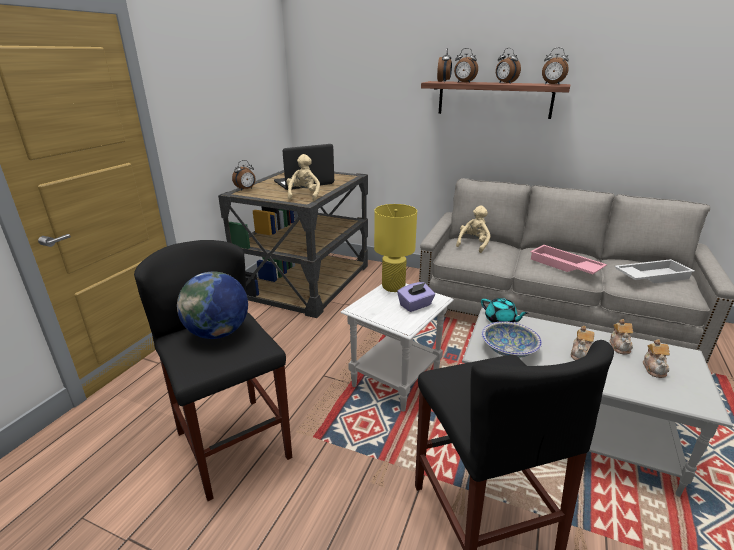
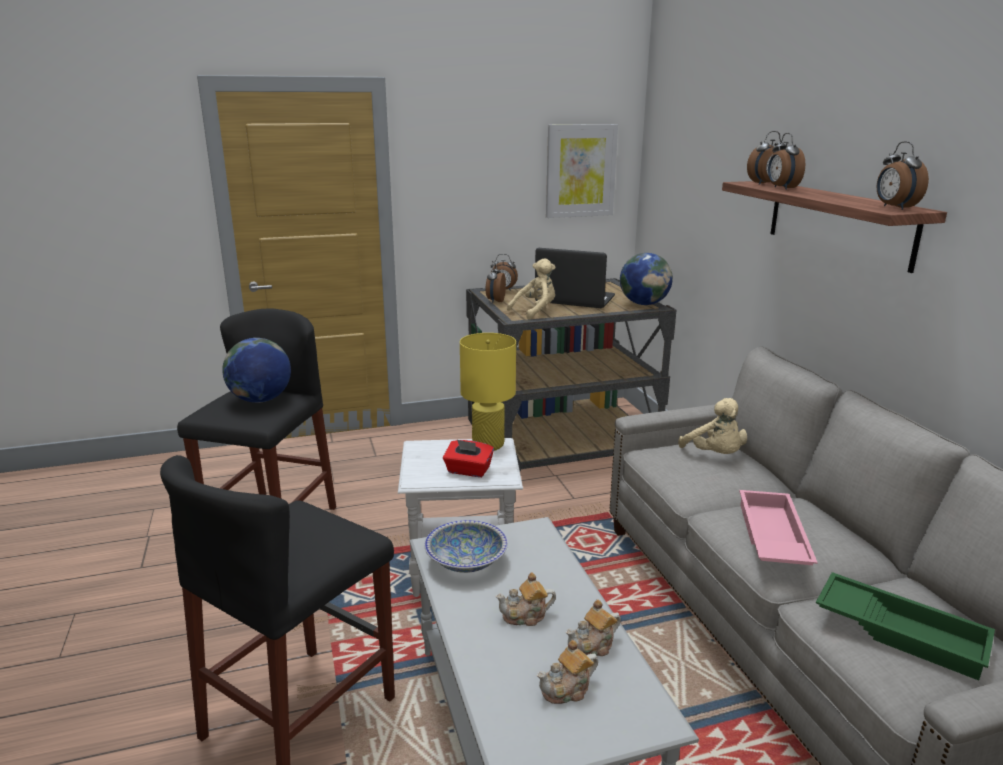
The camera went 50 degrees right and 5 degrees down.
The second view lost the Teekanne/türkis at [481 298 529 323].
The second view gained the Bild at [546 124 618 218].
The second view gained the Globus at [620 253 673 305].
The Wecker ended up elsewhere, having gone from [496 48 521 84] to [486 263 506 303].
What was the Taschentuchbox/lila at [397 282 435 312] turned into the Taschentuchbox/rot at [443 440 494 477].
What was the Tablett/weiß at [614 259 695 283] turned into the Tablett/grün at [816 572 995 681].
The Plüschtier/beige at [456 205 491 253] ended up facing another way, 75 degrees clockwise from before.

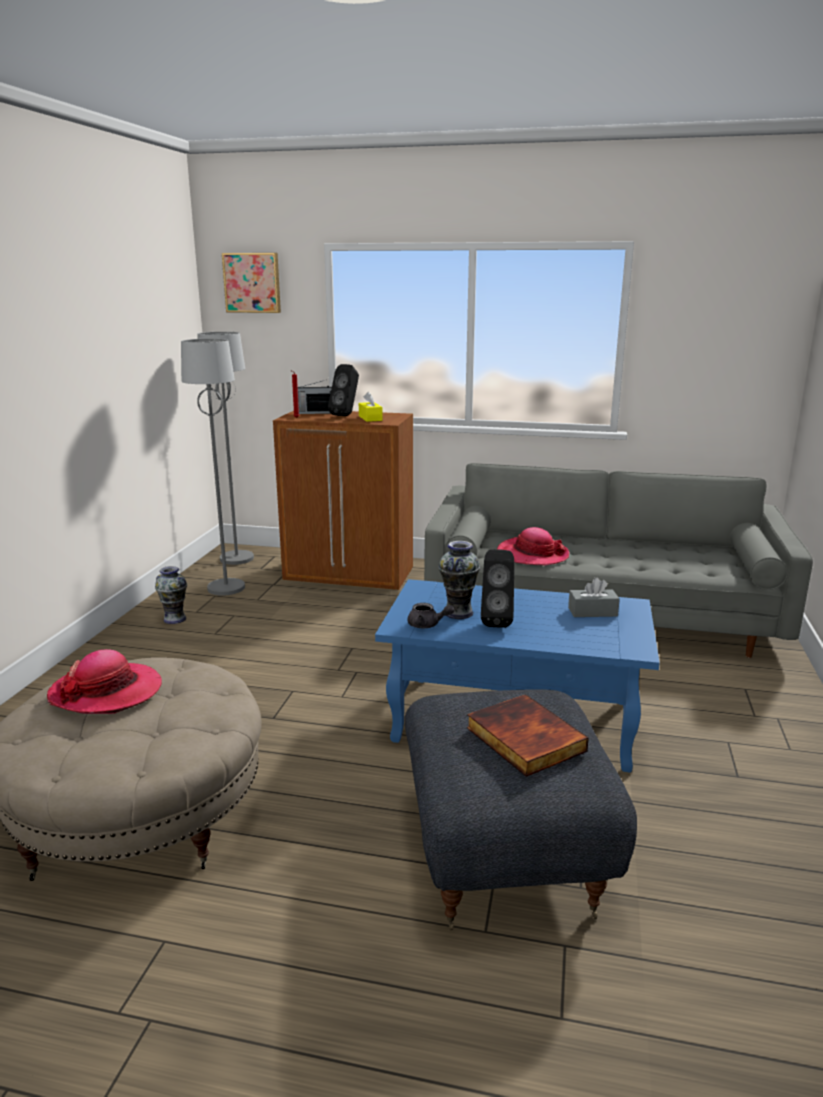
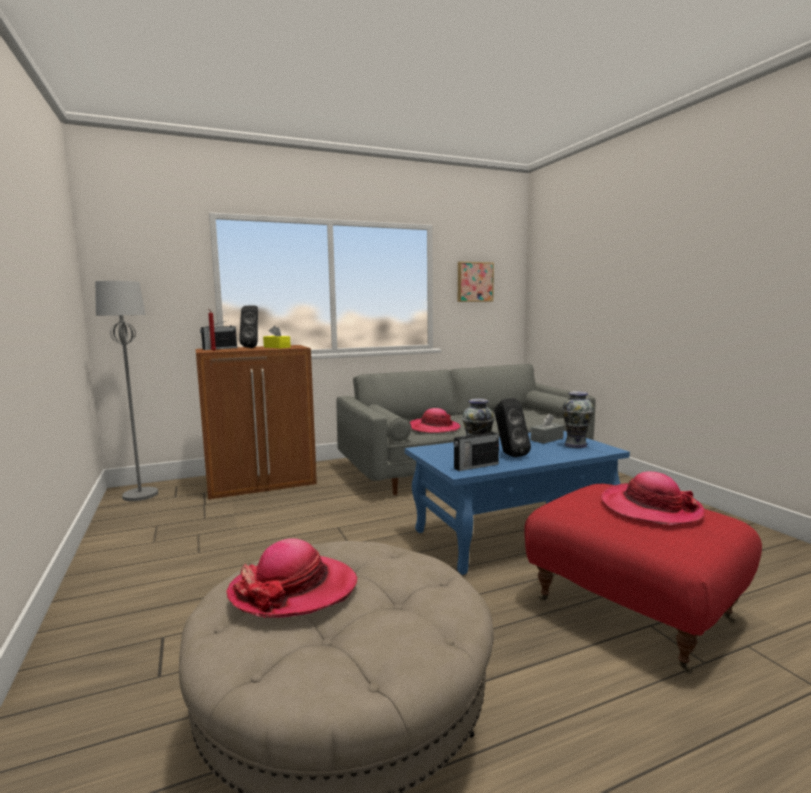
The camera went 35 degrees left and 10 degrees down.
The second view lost the Stehlampe/grau at [181 339 245 596].
The Vase ended up elsewhere, having gone from [155 566 187 624] to [562 391 594 448].
The Bild ended up elsewhere, having gone from [222 253 281 313] to [458 262 494 302].
Where the Teekanne/grau stood at [408 603 454 628], the Radio came to stand at [453 425 499 471].
Where the Buch stood at [467 694 589 777], the Hut came to stand at [601 472 705 525].
What was the Polsterhocker/grau at [405 690 637 930] turned into the Polsterhocker/rot at [524 484 762 674].

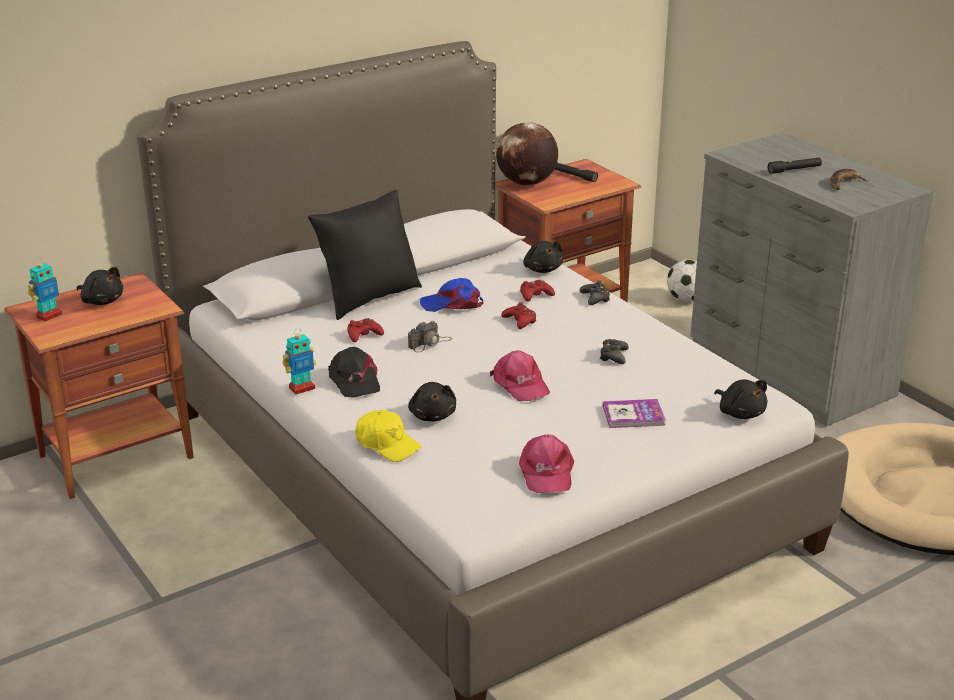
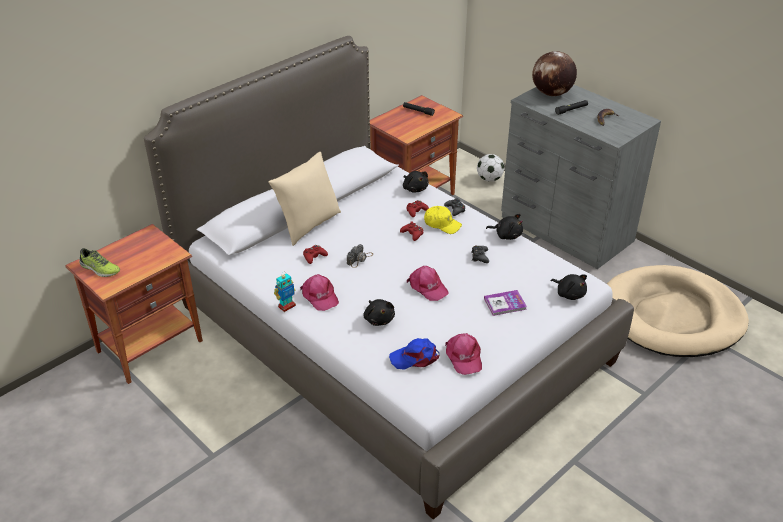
The camera went 10 degrees left and 10 degrees up.
The Plüschtier/schwarz ended up elsewhere, having gone from [77 267 123 305] to [486 214 523 240].
The Kappe/gelb ended up elsewhere, having gone from [355 410 421 462] to [424 206 462 234].
The Kappe/blau ended up elsewhere, having gone from [420 278 484 312] to [389 338 440 370].
The Globus ended up elsewhere, having gone from [496 122 558 186] to [532 51 577 96].
Where the Spielzeugroboter stood at [28 258 62 322], the Schuh came to stand at [79 248 120 277].
What was the Kissen/schwarz at [308 190 422 320] turned into the Kissen/beige at [268 152 341 246].
What was the Kappe/schwarz at [328 347 380 398] turned into the Kappe/rosa at [300 274 339 311].

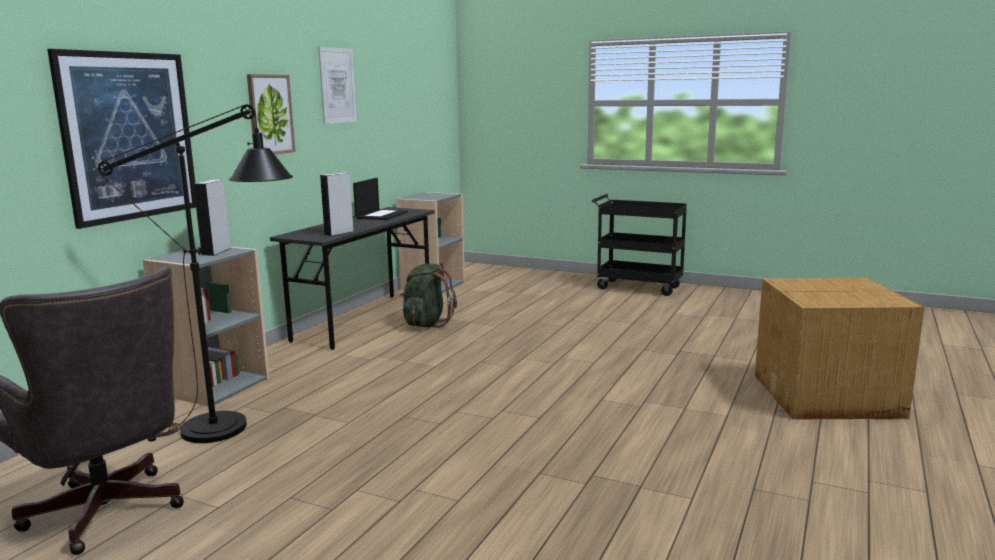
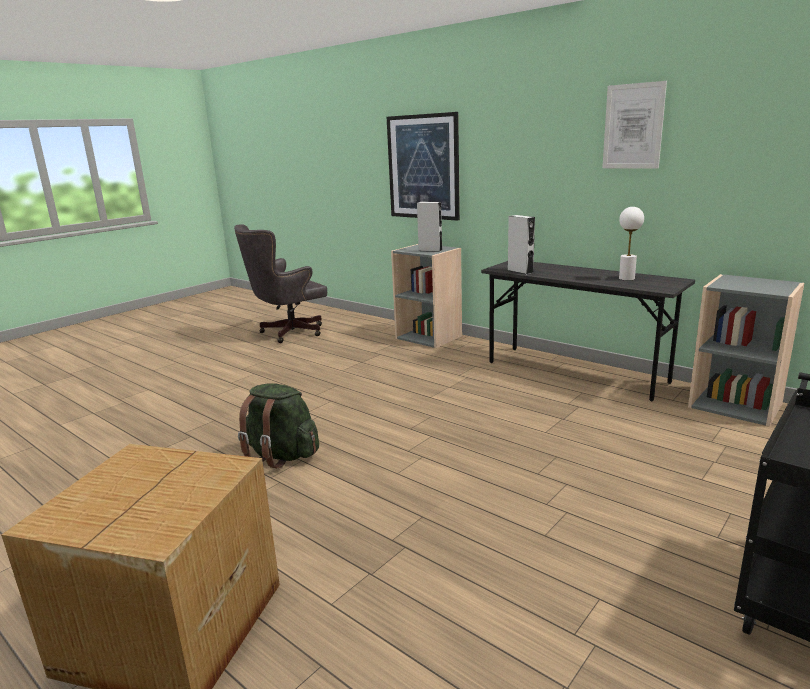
The camera went 105 degrees right and 5 degrees up.
The second view lost the Stehlampe/schwarz at [98 104 293 443].
The second view lost the Bild at [247 74 295 154].
The Rucksack/grün ended up elsewhere, having gone from [400 264 457 328] to [238 383 319 469].
Where the Laptop stood at [353 178 408 220], the Tischlampe/weiß came to stand at [619 207 644 281].

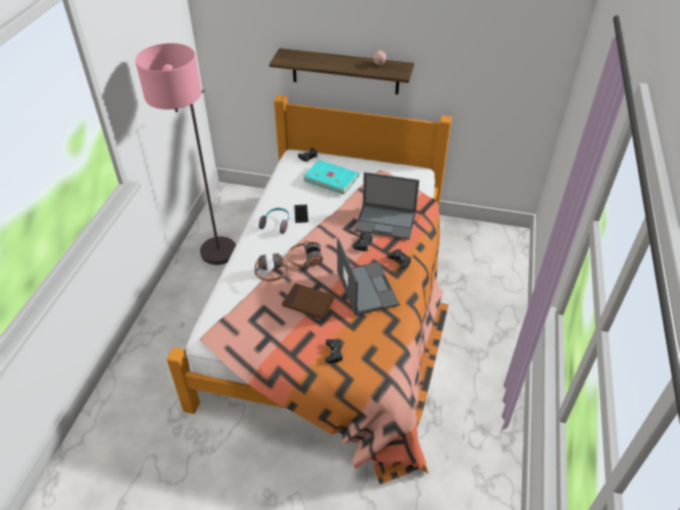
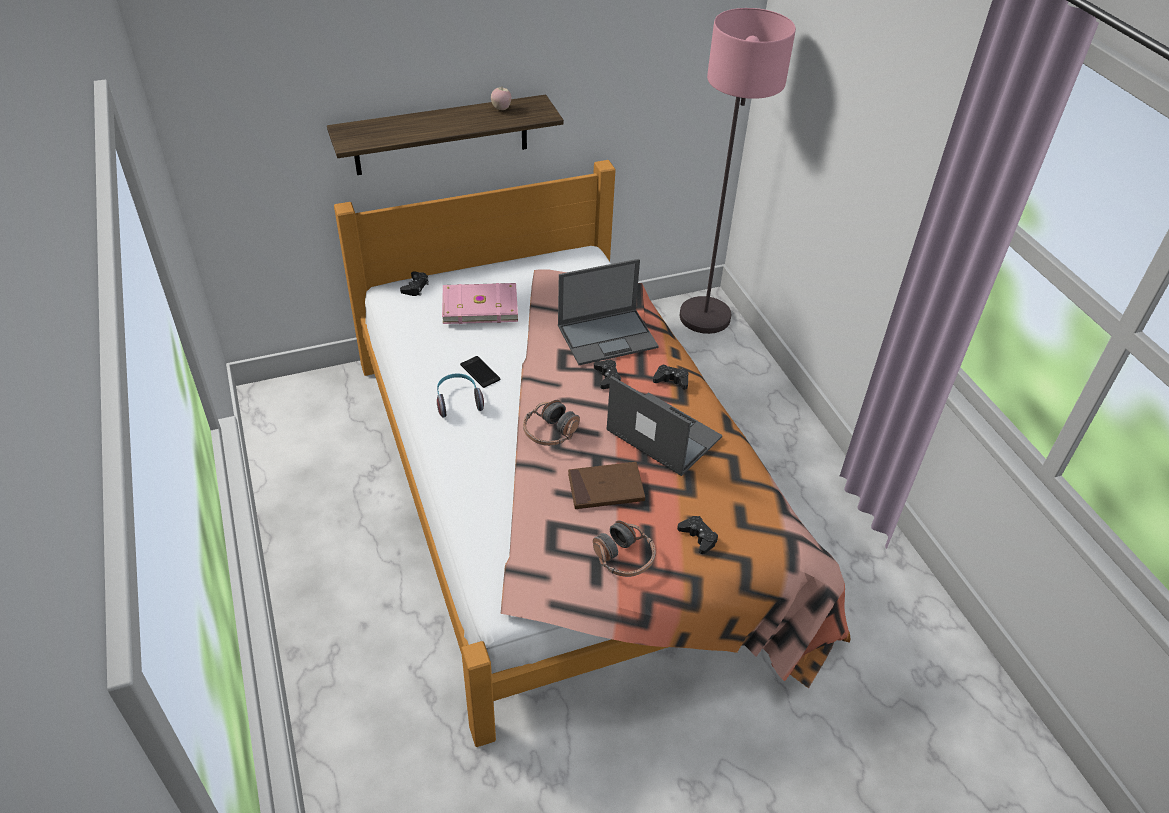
The camera went 35 degrees left and 0 degrees up.
The Stehlampe/rosa ended up elsewhere, having gone from [135 43 236 265] to [680 8 796 334].
The Kopfhörer ended up elsewhere, having gone from [254 253 288 281] to [593 520 656 577].
What was the Buch/türkis at [303 160 359 195] turned into the Buch/rosa at [442 283 518 324].

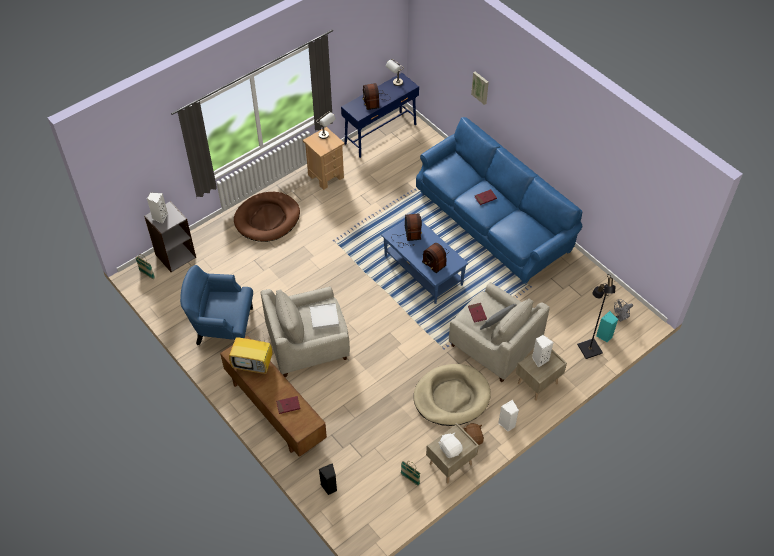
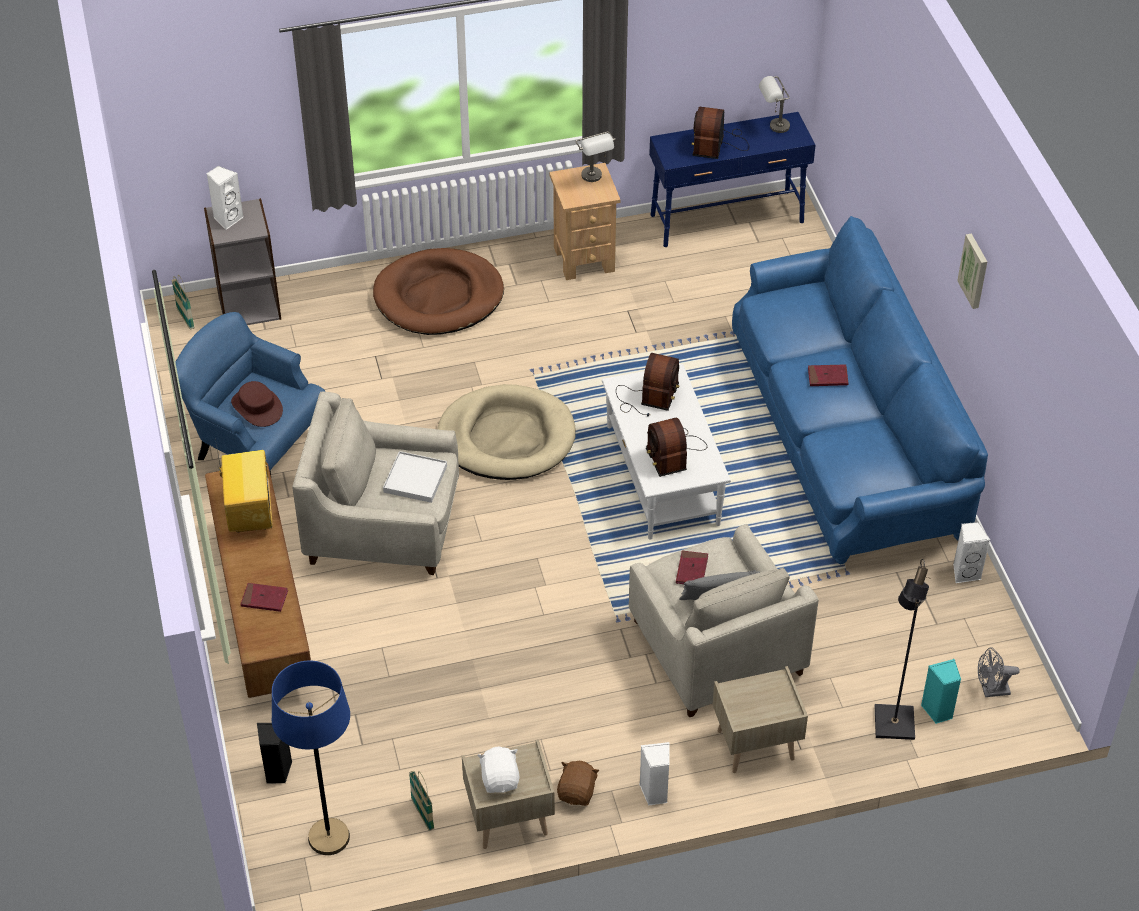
The camera went 25 degrees right and 5 degrees down.
The second view gained the Hut/braun at [231 381 283 427].
The second view gained the Stehlampe/blau at [272 661 350 855].
The Hundebett/beige ended up elsewhere, having gone from [414 364 491 426] to [438 384 576 480].
The Bild ended up elsewhere, having gone from [471 72 489 105] to [957 233 987 309].
The Lautsprecher/weiß ended up elsewhere, having gone from [532 335 554 368] to [953 522 990 583].
What was the Couchtisch/blau at [381 220 468 304] turned into the Couchtisch/weiß at [602 364 731 540].
The Fernseher at [229 329 273 374] ended up facing another way, 135 degrees counterclockwise from before.

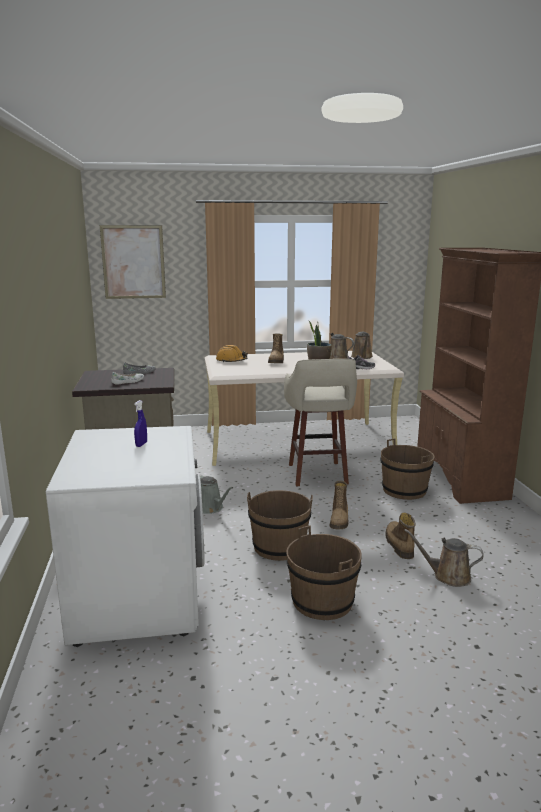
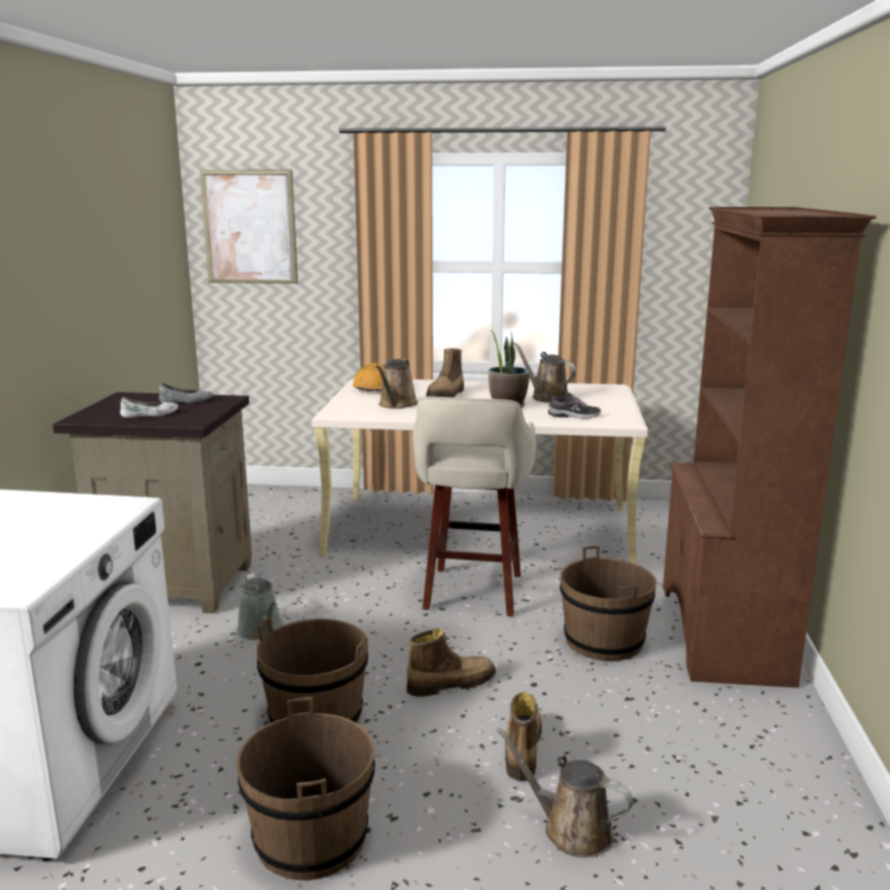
The camera went 15 degrees right and 0 degrees up.
The second view lost the Sprühflasche/blau at [134 400 147 447].
The Gießkanne/braun ended up elsewhere, having gone from [351 332 373 359] to [376 359 418 409].
The Stiefel at [330 481 348 529] ended up facing another way, 135 degrees counterclockwise from before.

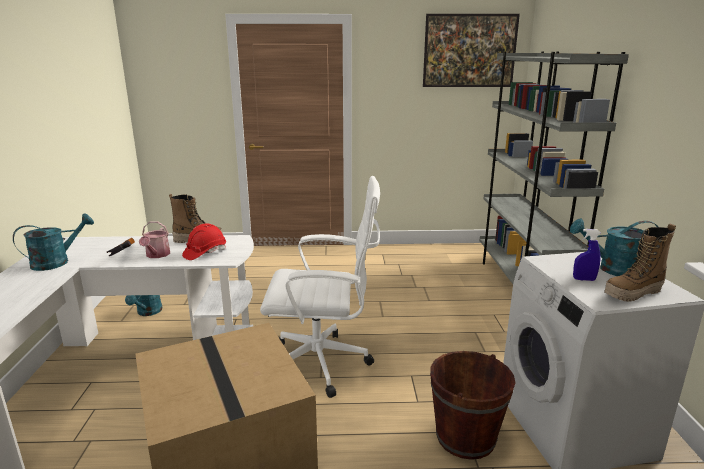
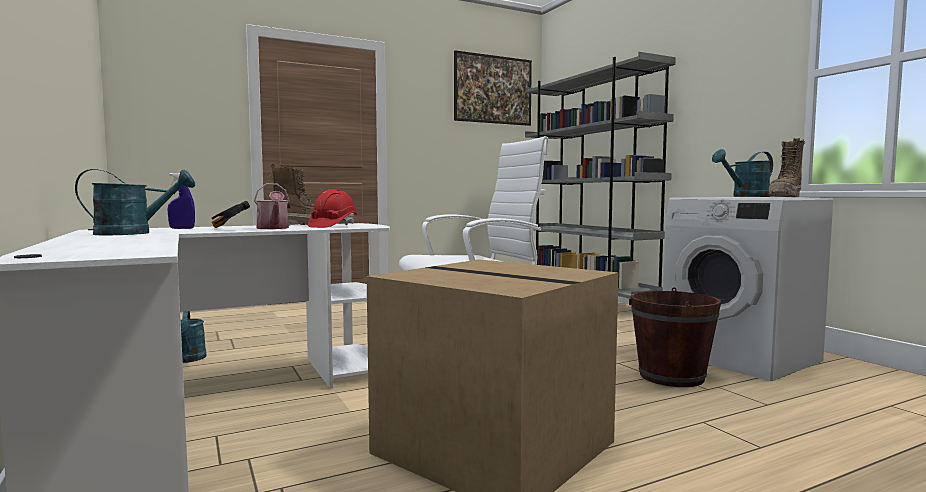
The camera went 25 degrees left and 15 degrees down.
The Sprühflasche/blau ended up elsewhere, having gone from [573 229 601 281] to [168 173 195 229].
The Gießkanne/türkis at [13 213 94 271] ended up facing another way, 45 degrees clockwise from before.

